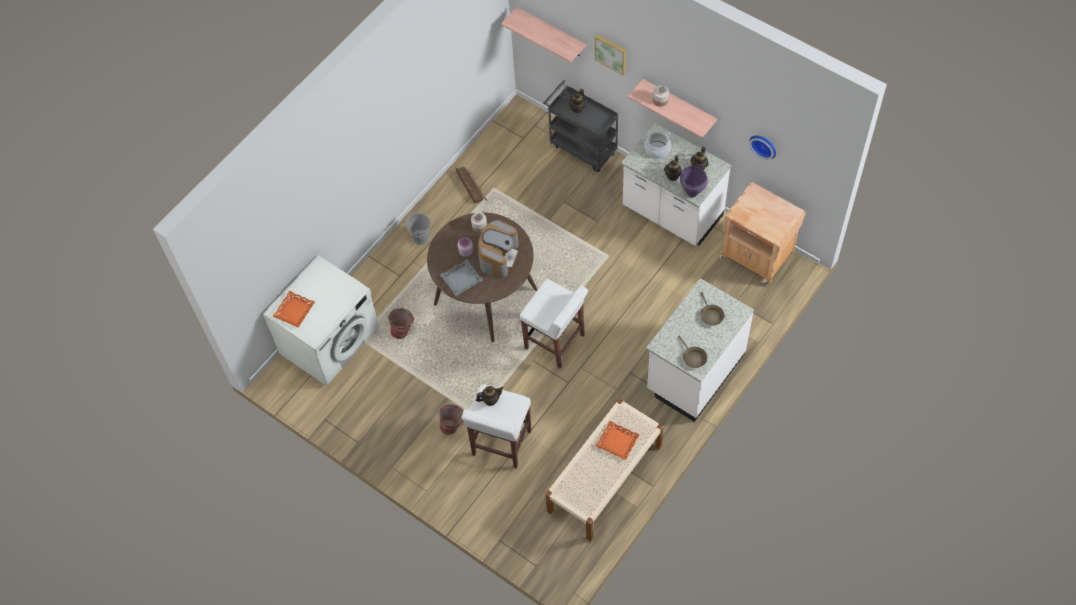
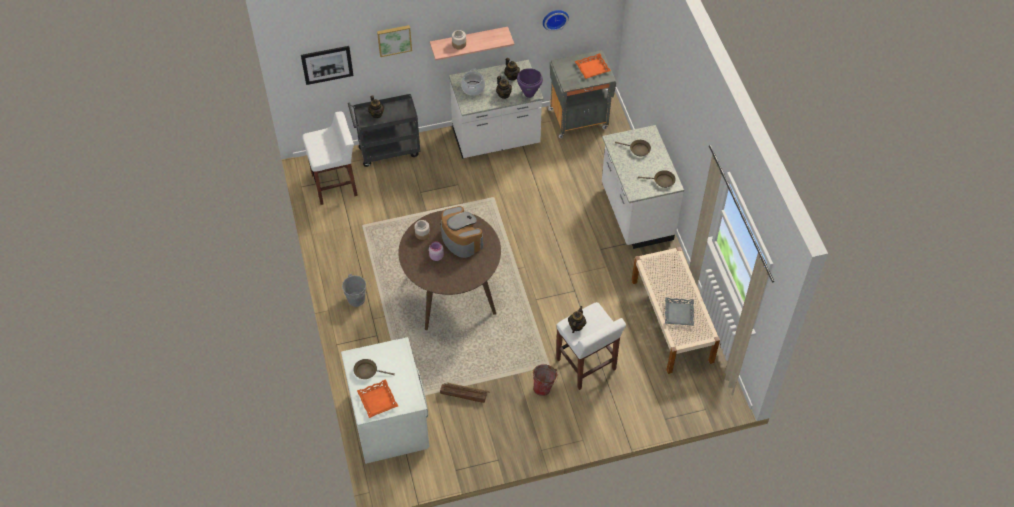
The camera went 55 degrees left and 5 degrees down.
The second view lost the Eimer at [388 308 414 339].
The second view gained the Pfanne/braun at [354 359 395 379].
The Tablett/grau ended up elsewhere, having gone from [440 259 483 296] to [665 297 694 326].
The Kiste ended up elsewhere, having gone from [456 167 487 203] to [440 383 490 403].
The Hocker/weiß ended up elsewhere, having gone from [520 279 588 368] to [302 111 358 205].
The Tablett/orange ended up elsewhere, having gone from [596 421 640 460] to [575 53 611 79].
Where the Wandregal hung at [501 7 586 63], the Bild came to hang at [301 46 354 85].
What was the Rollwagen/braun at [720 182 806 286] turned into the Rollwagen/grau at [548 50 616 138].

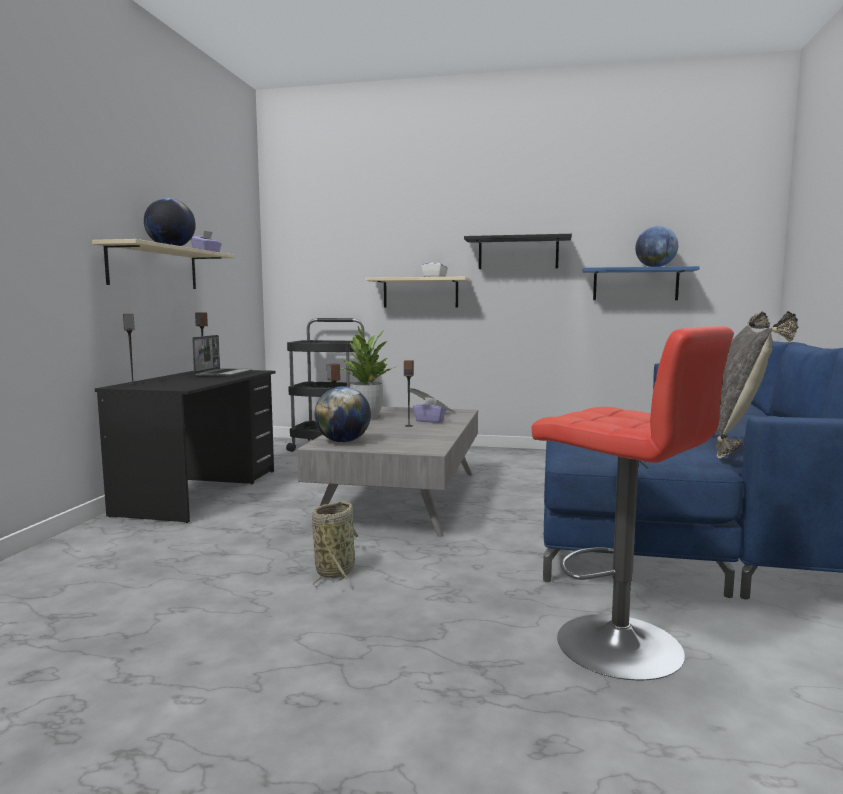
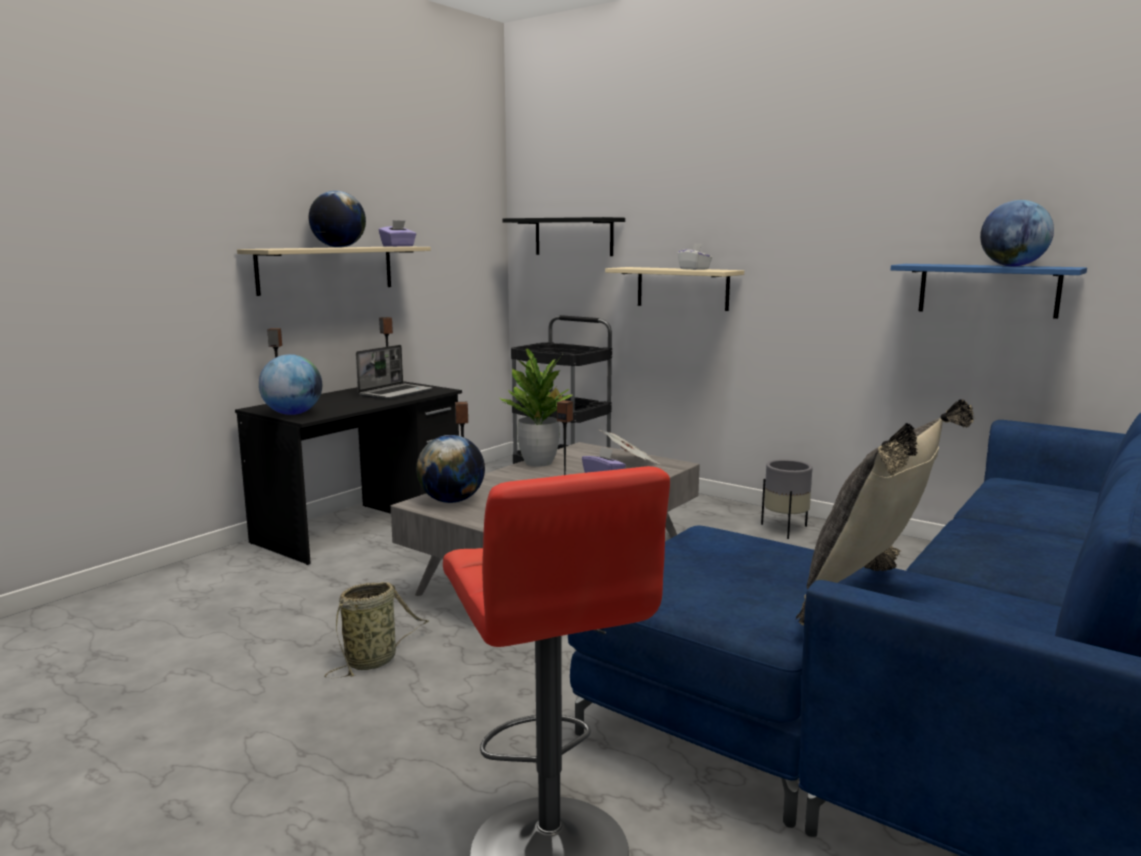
The camera went 25 degrees right and 5 degrees up.
The second view gained the Globus at [259 354 322 415].
The second view gained the Pflanzkübel/grau at [761 459 813 539].
The Wandregal/schwarz ended up elsewhere, having gone from [464 234 572 269] to [503 217 625 256].

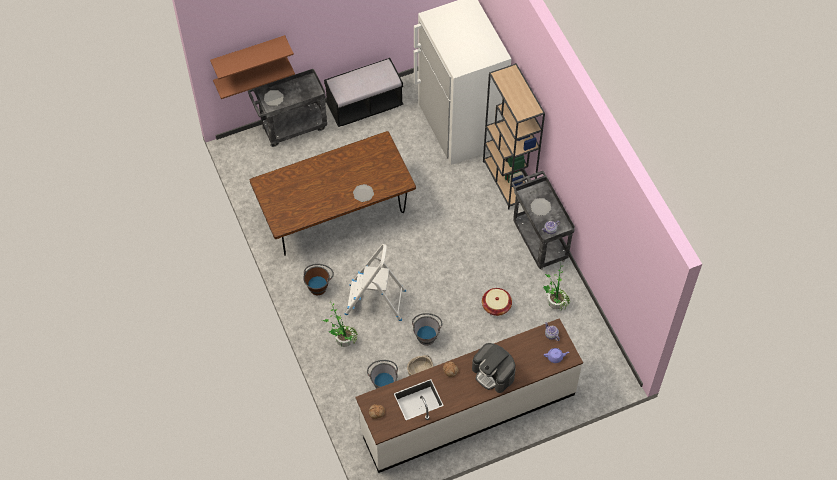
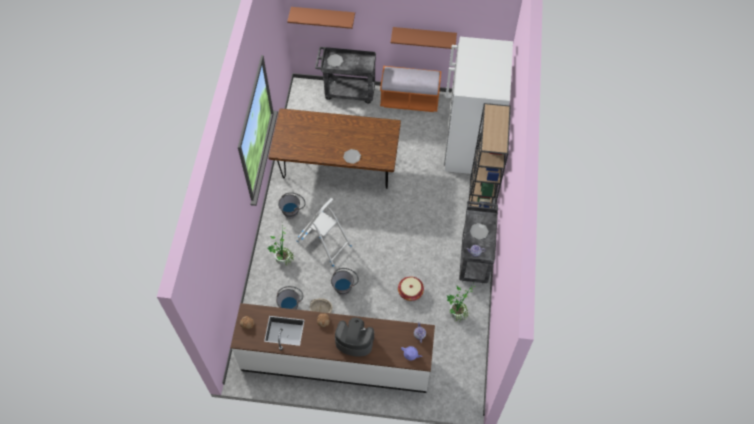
The camera went 30 degrees right and 0 degrees up.
The Wandregal/braun ended up elsewhere, having gone from [213 57 295 99] to [390 27 457 49].
What was the Eimer/braun at [303 264 334 295] turned into the Eimer/grau at [278 192 306 218].
What was the Bank/schwarz at [324 58 403 127] turned into the Bank/orange at [380 66 441 112].
The Kaffeemaschine at [472 343 515 393] ended up facing another way, 120 degrees clockwise from before.

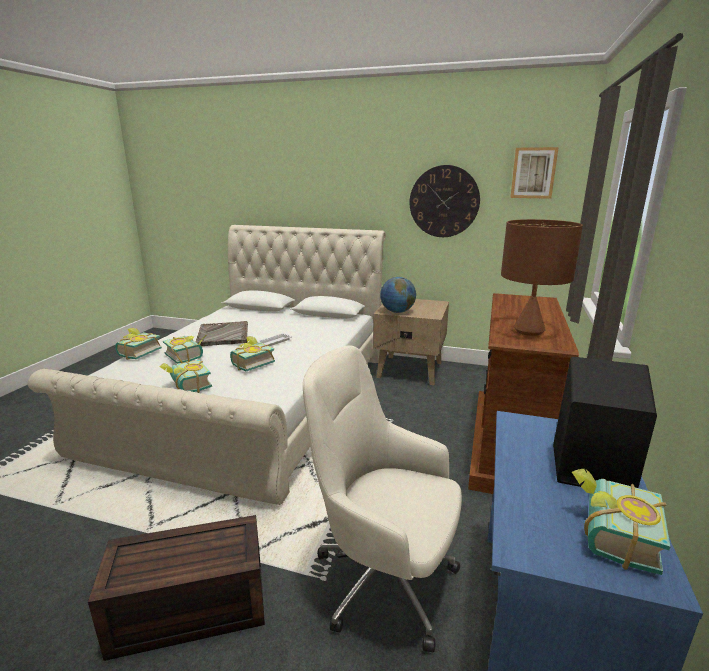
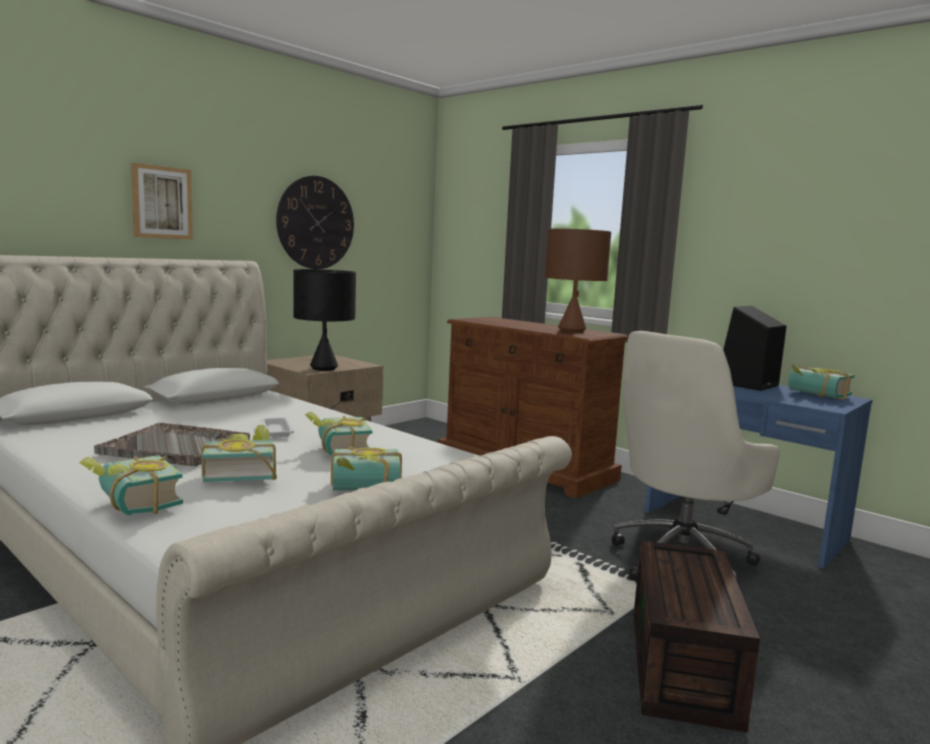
The camera went 65 degrees left and 10 degrees down.
The Bild ended up elsewhere, having gone from [510 147 559 199] to [131 163 193 240].
Where the Globus stood at [380 277 416 313], the Tischlampe/schwarz came to stand at [293 269 356 371].

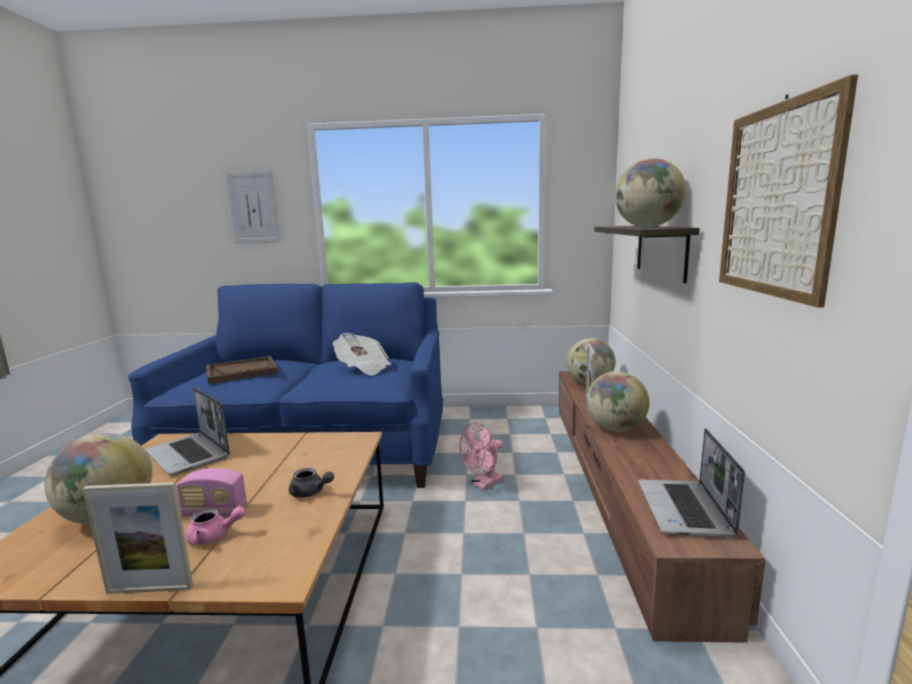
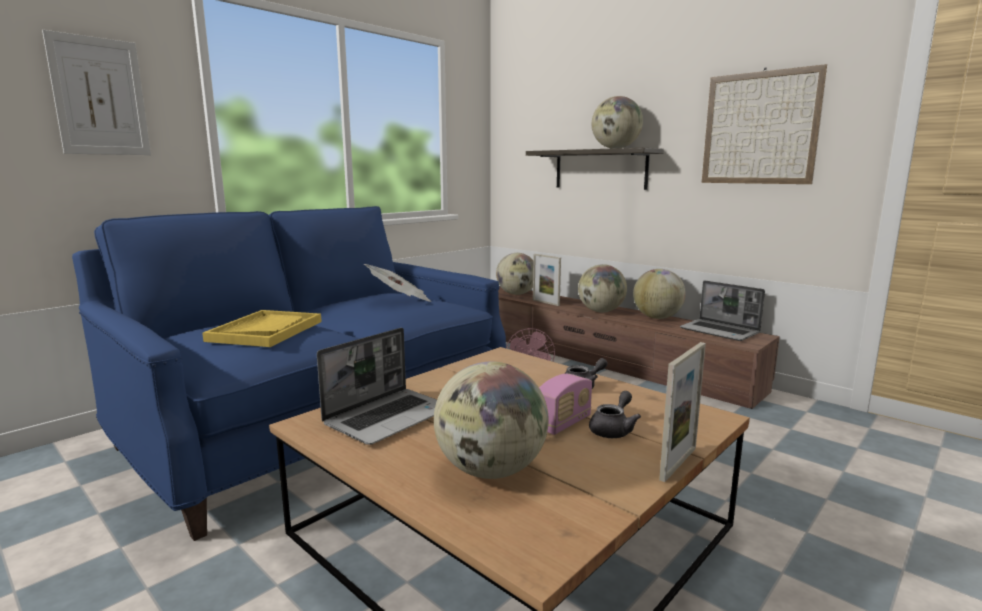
The camera went 50 degrees left and 0 degrees up.
The second view gained the Globus at [633 269 686 319].
What was the Teekanne/rosa at [185 506 245 545] turned into the Teekanne/grau at [589 391 641 438].
What was the Tablett/braun at [206 356 278 384] turned into the Tablett/gelb at [202 310 322 347].
The Laptop at [145 387 230 475] ended up facing another way, 45 degrees counterclockwise from before.

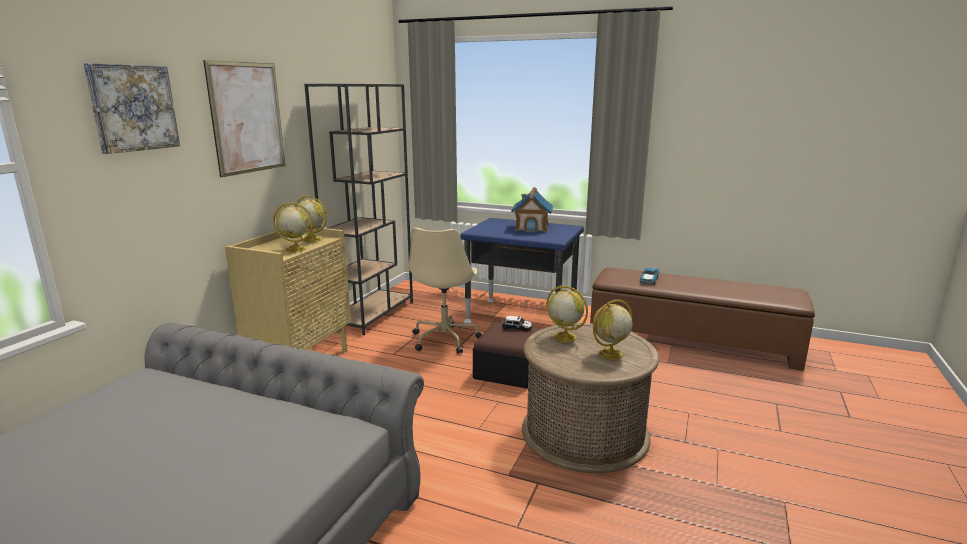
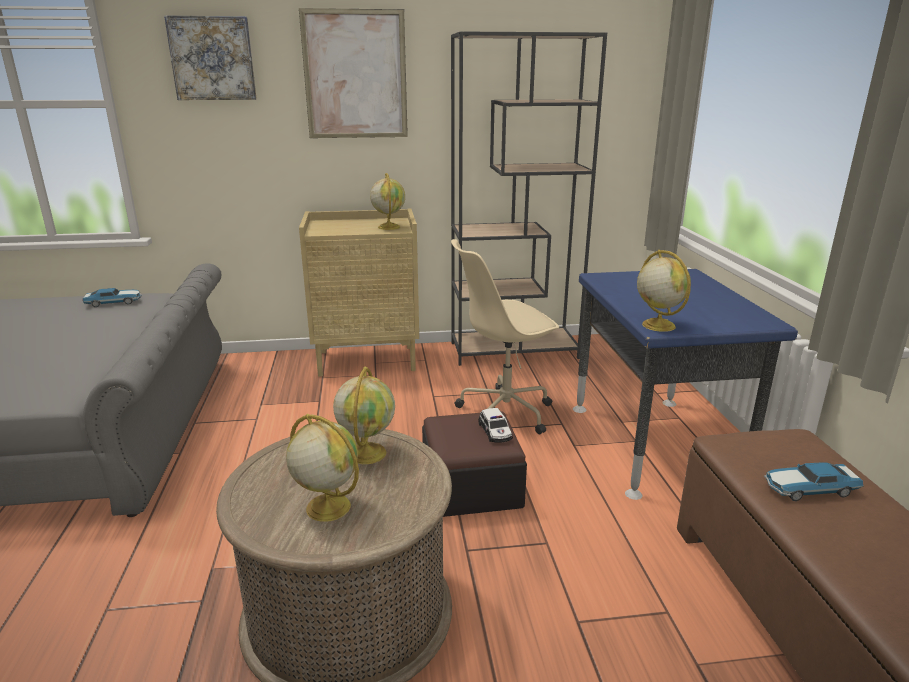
The camera went 60 degrees right and 5 degrees up.
The second view lost the Spielzeughaus at [511 188 553 233].
The second view gained the Spielzeugauto at [82 288 142 307].
The Globus ended up elsewhere, having gone from [273 203 313 252] to [637 250 691 332].

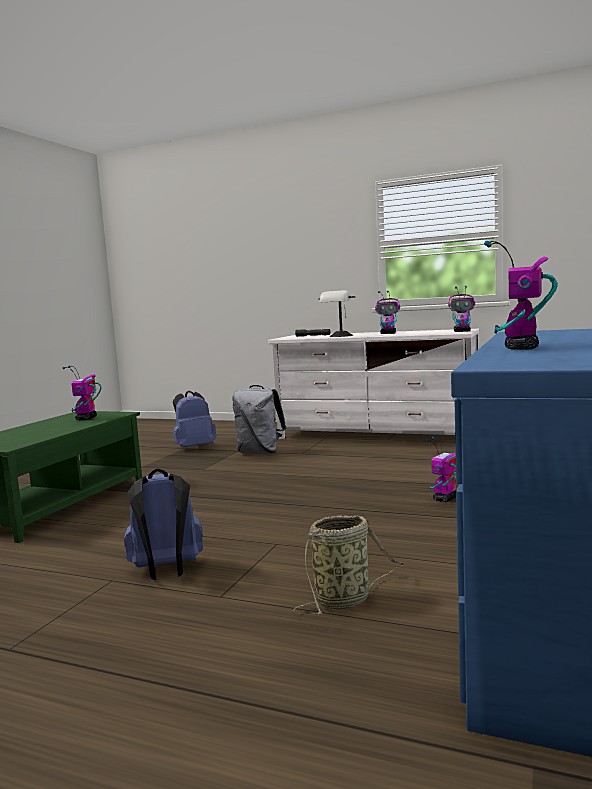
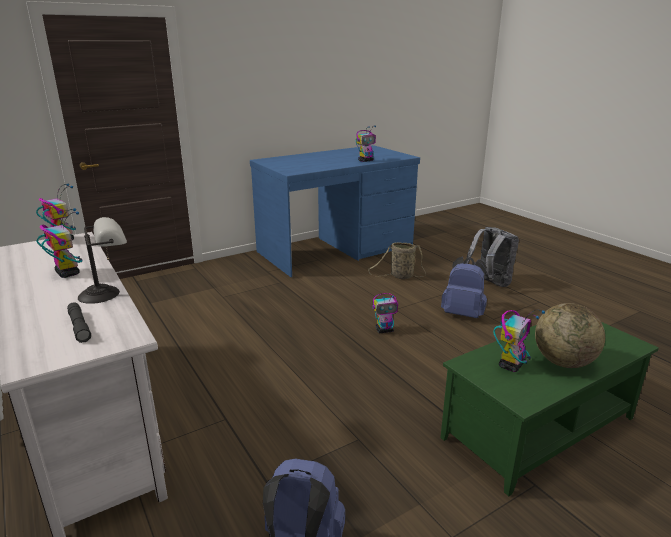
The camera went 145 degrees left and 15 degrees up.
The second view gained the Globus at [535 303 605 368].
The Rucksack/grau ended up elsewhere, having gone from [232 385 287 454] to [465 227 519 287].
The Spielzeugroboter ended up elsewhere, having gone from [425 437 456 502] to [372 293 398 333].

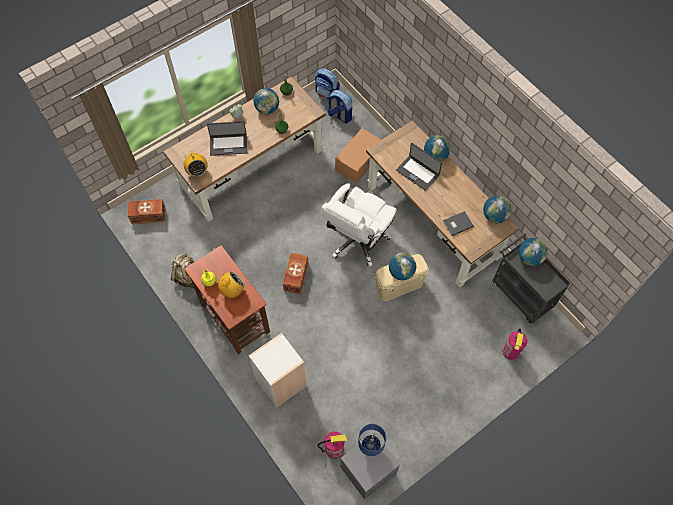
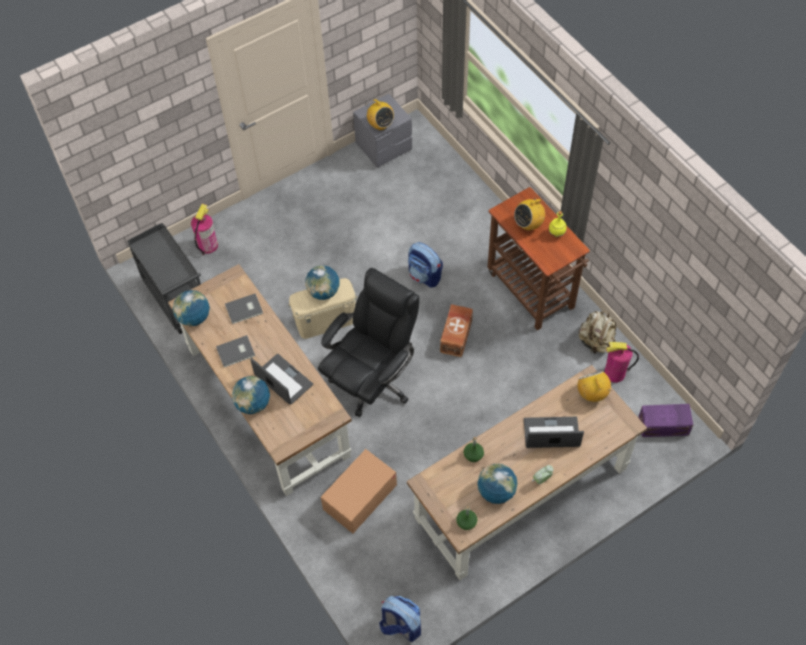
The camera went 175 degrees left and 5 degrees down.
The second view lost the Bücherregal at [249 333 307 408].
The second view lost the Globus at [519 238 548 266].
The second view gained the Buch/grau at [216 335 255 367].
The Feuerlöscher ended up elsewhere, having gone from [317 431 348 458] to [604 342 639 383].
The Rucksack ended up elsewhere, having gone from [327 90 352 123] to [408 242 443 288].
Where the Tischlampe/blau stood at [358 424 386 456], the Radio came to stand at [366 99 394 130].
What was the Aufbewahrungsbox/braun at [128 199 165 224] turned into the Aufbewahrungsbox/lila at [639 404 693 437].
What was the Bürostuhl/weiß at [322 183 397 267] turned into the Bürostuhl/schwarz at [318 268 420 417].

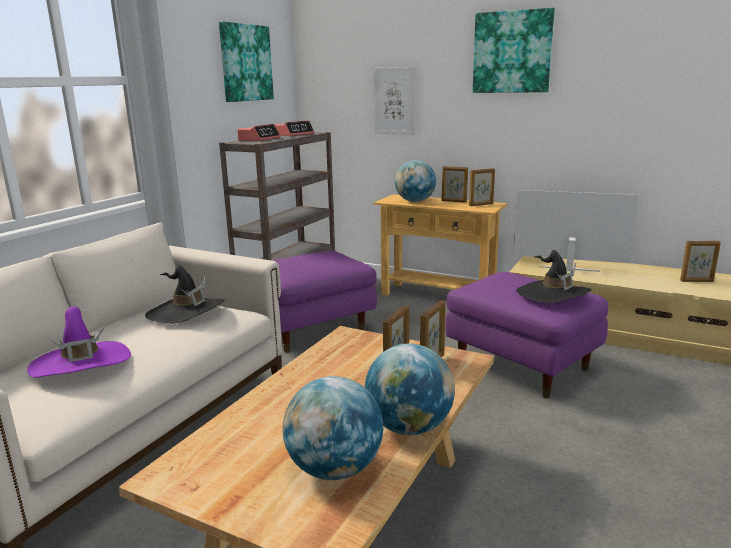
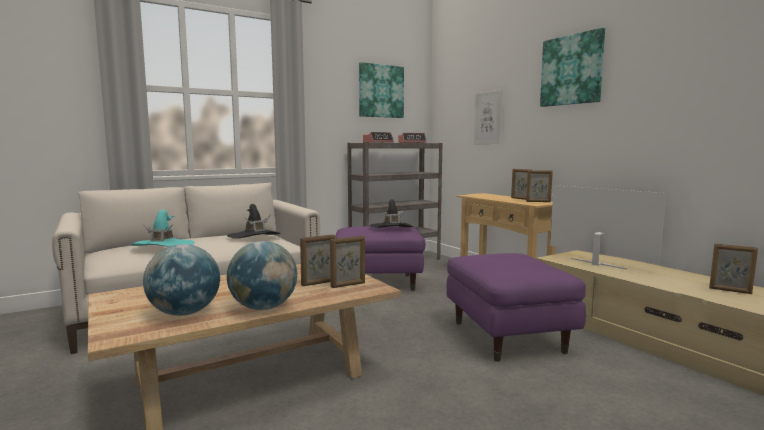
The camera went 30 degrees right and 10 degrees down.
The second view lost the Globus at [395 160 436 202].
The Hut/schwarz ended up elsewhere, having gone from [516 250 592 303] to [369 199 414 228].
What was the Hut/lila at [27 307 131 378] turned into the Hut/türkis at [131 210 194 247].

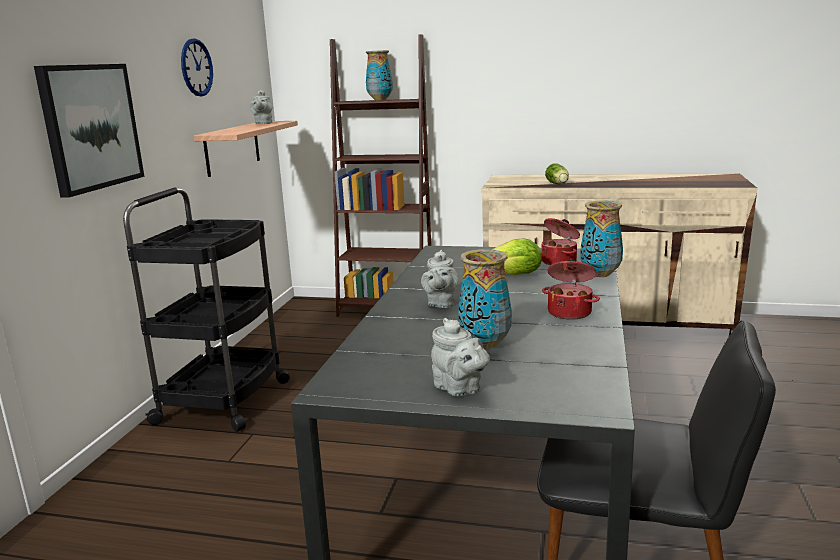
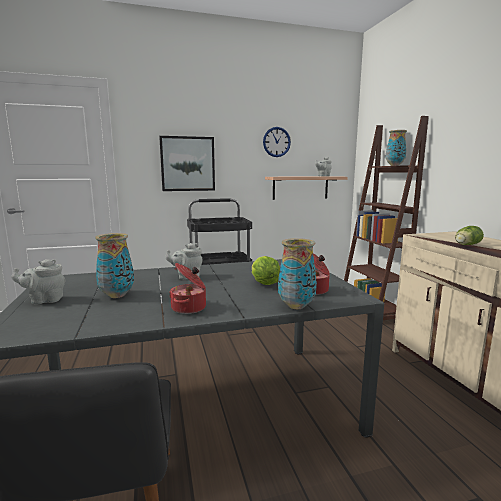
The camera went 60 degrees right and 5 degrees down.
The Teekanne/grau at [431 318 490 396] ended up facing another way, 45 degrees clockwise from before.

